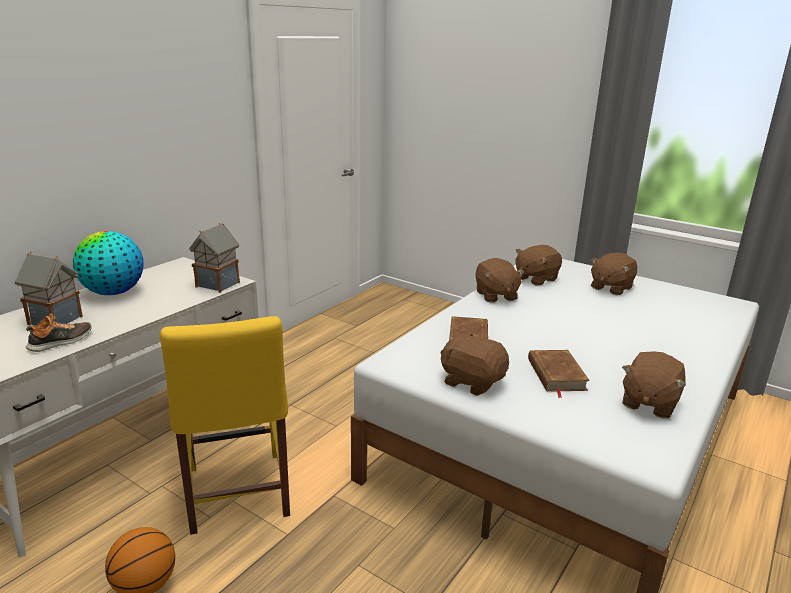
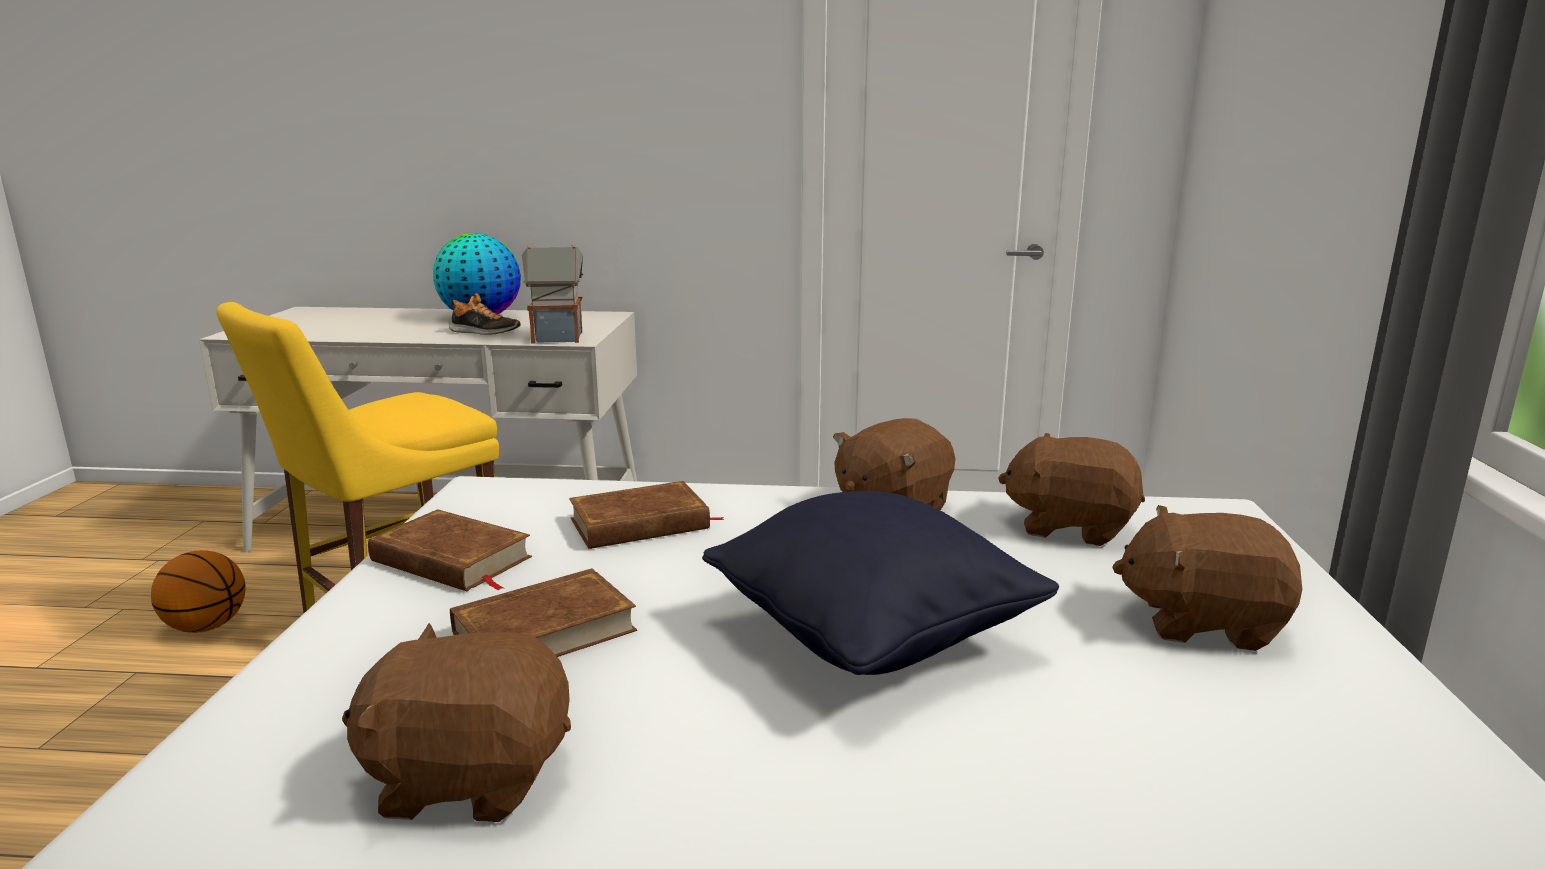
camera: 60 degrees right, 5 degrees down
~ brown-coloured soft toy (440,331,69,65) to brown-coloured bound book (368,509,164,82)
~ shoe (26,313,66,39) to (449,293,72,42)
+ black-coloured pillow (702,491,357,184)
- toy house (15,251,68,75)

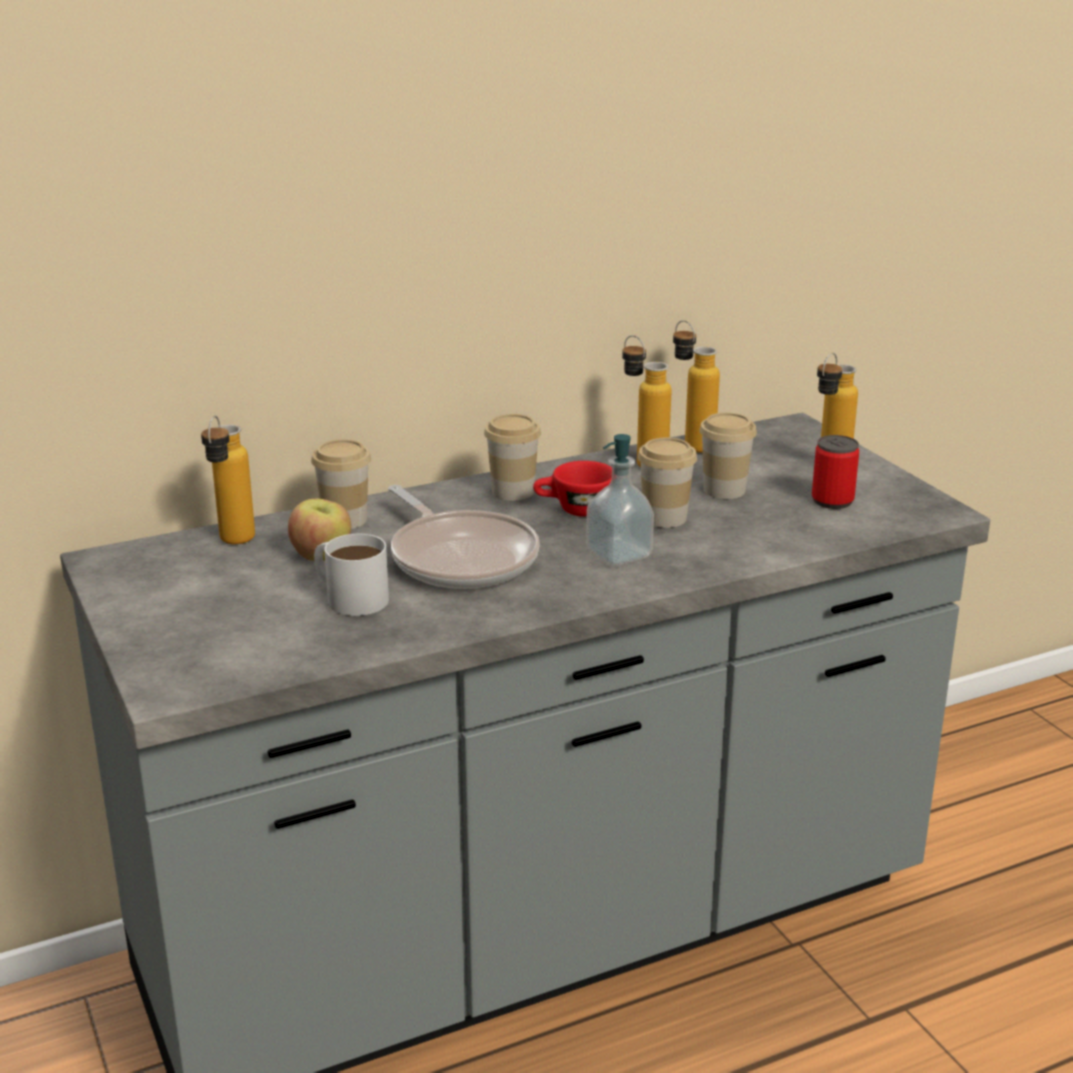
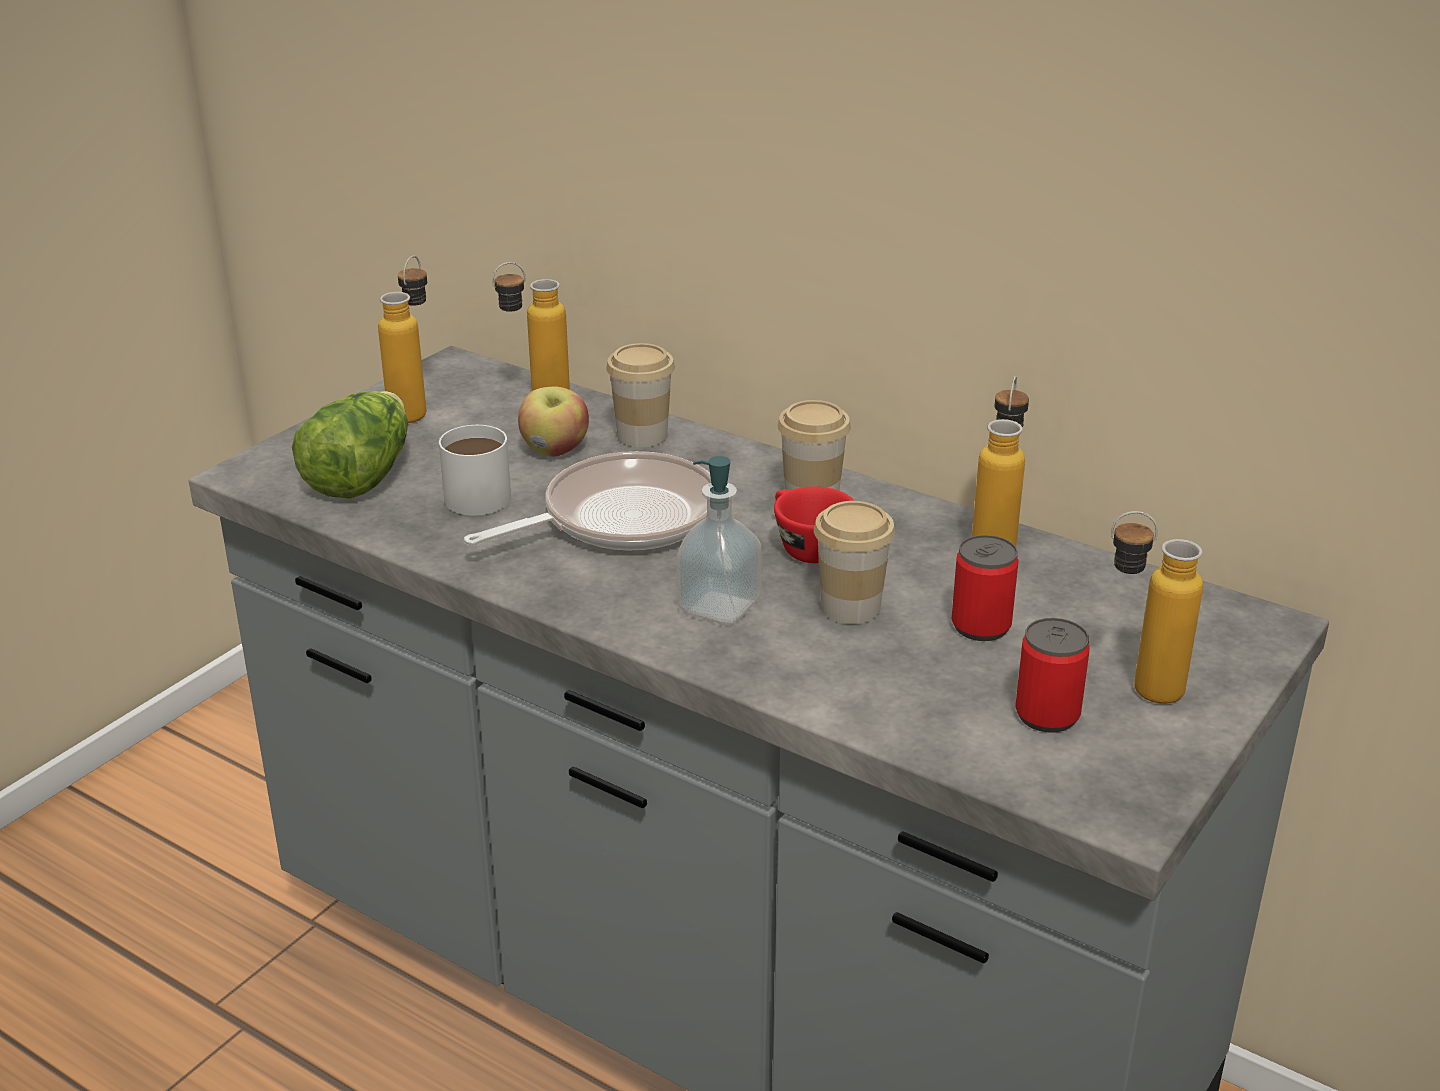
camera: 60 degrees right, 5 degrees up
+ lettuce (292,391,116,108)
~ beverage bottle (673,320,47,133) to (378,256,49,167)
~ frying pan (388,485,152,104) = (464,451,247,99) 150 degrees counterclockwise
~ cup (699,412,58,87) to sealed can (951,535,68,106)

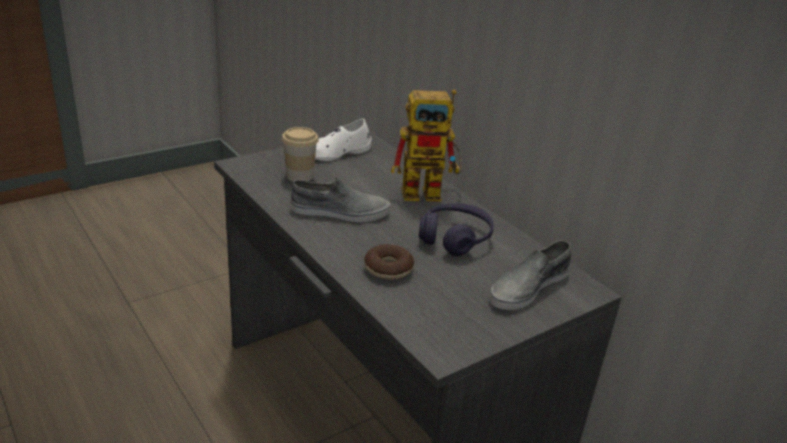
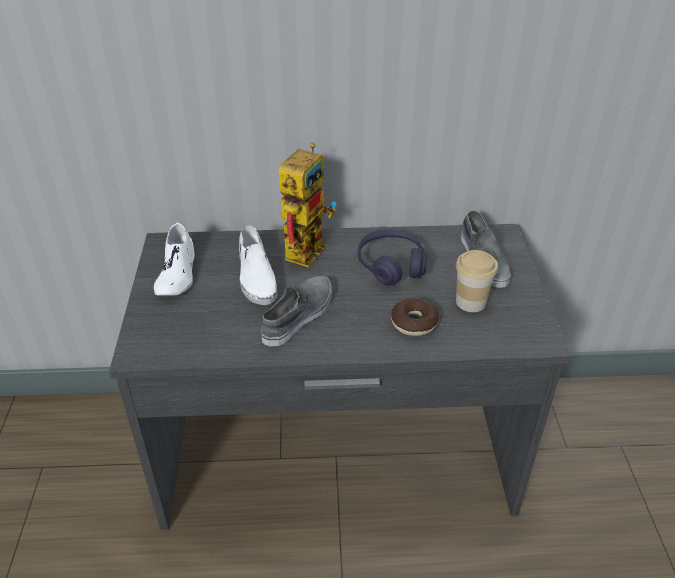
camera: 55 degrees left, 10 degrees up
+ white-coloured shoe (239,225,38,80)
~ cup (282,127,37,55) to (456,250,42,62)

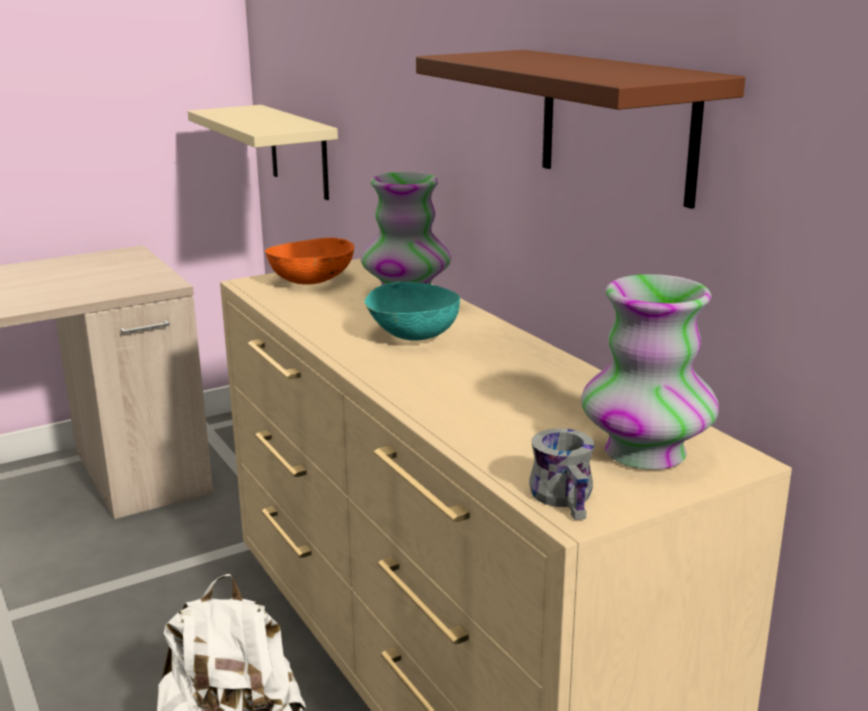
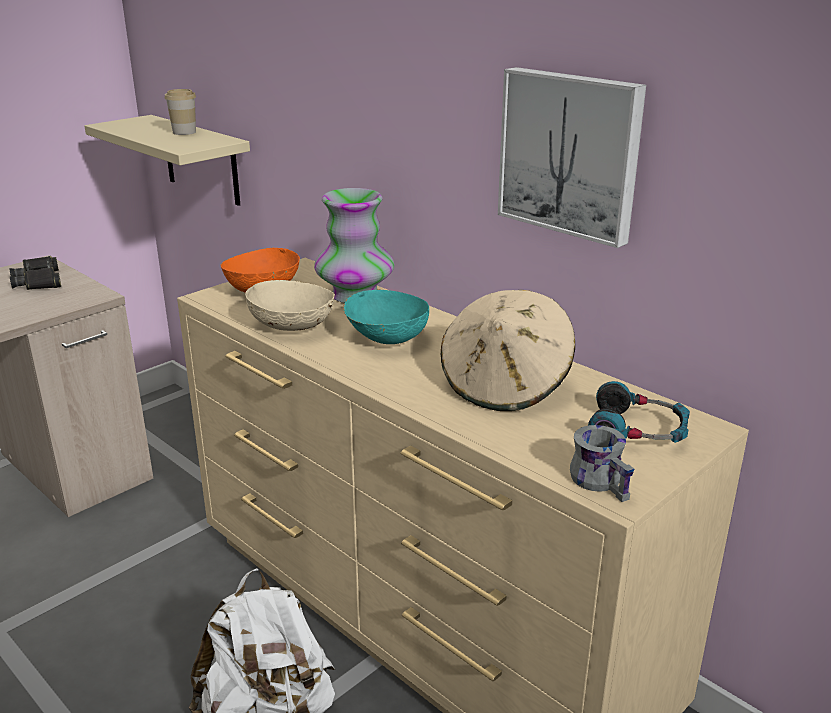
camera: 15 degrees left, 5 degrees up
+ black-coloured binoculars (10,256,51,34)
+ cup (165,89,31,46)
+ sand-coloured deep dish (245,280,90,51)
+ sand-coloured hat (441,290,134,121)
~ brown-coloured shelf (416,50,329,159) to wall art (498,67,148,181)
~ flower vase (581,274,138,196) to pair of headphones (588,381,102,62)

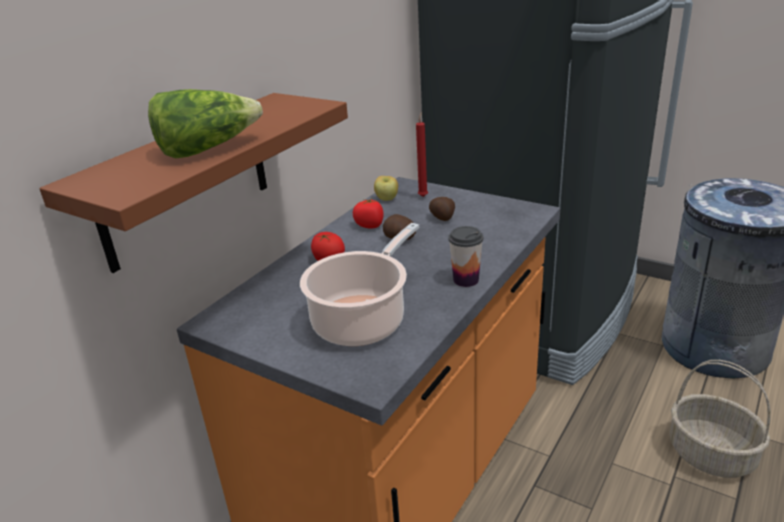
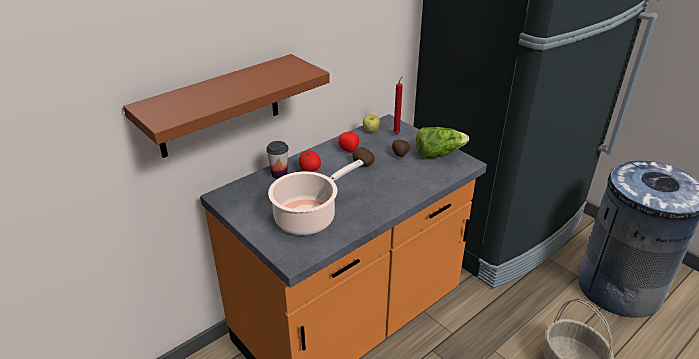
camera: 15 degrees right, 5 degrees up
~ cup (448,226,36,61) to (266,141,22,38)
~ lettuce (148,89,115,69) to (416,127,53,31)

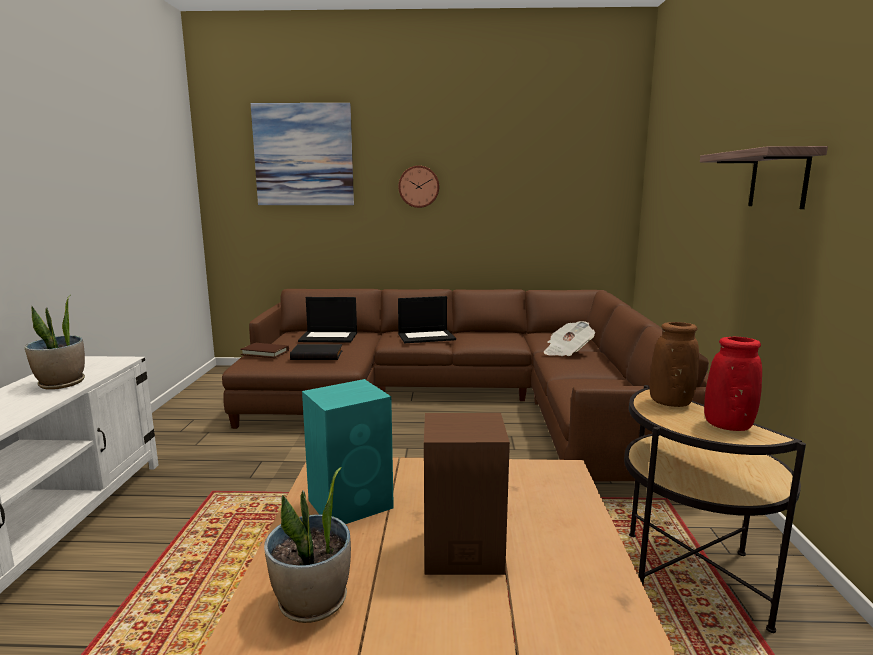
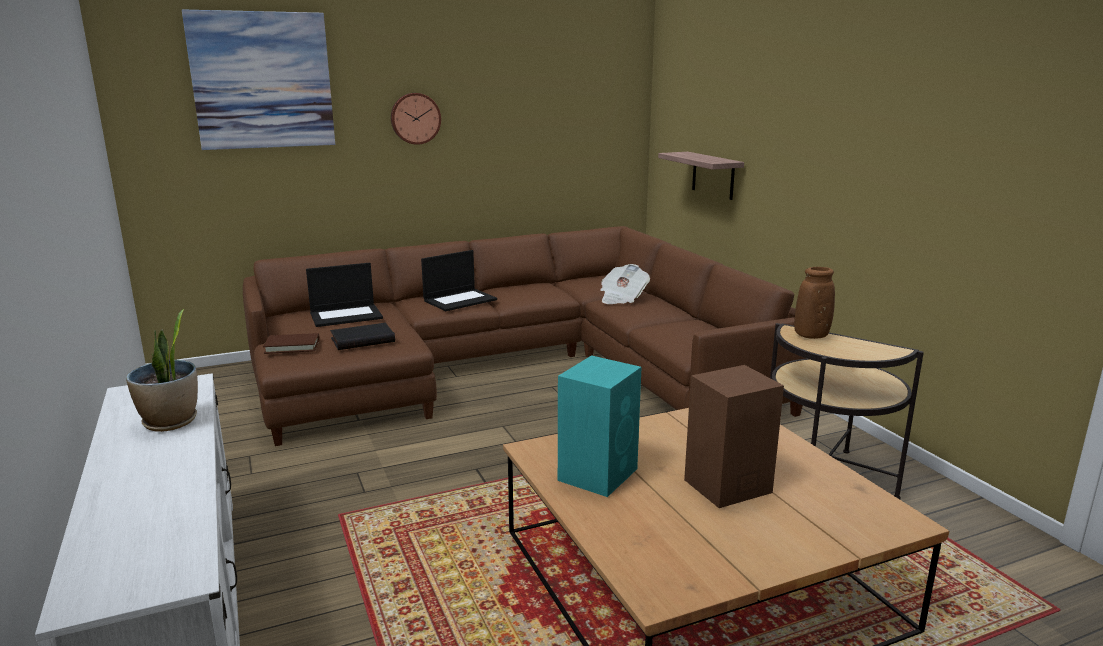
camera: 25 degrees left, 5 degrees up
~ shelf (700,146,128,63) to (658,152,86,48)
- houseplant (264,467,87,156)
- reddish flower vase (704,337,58,94)

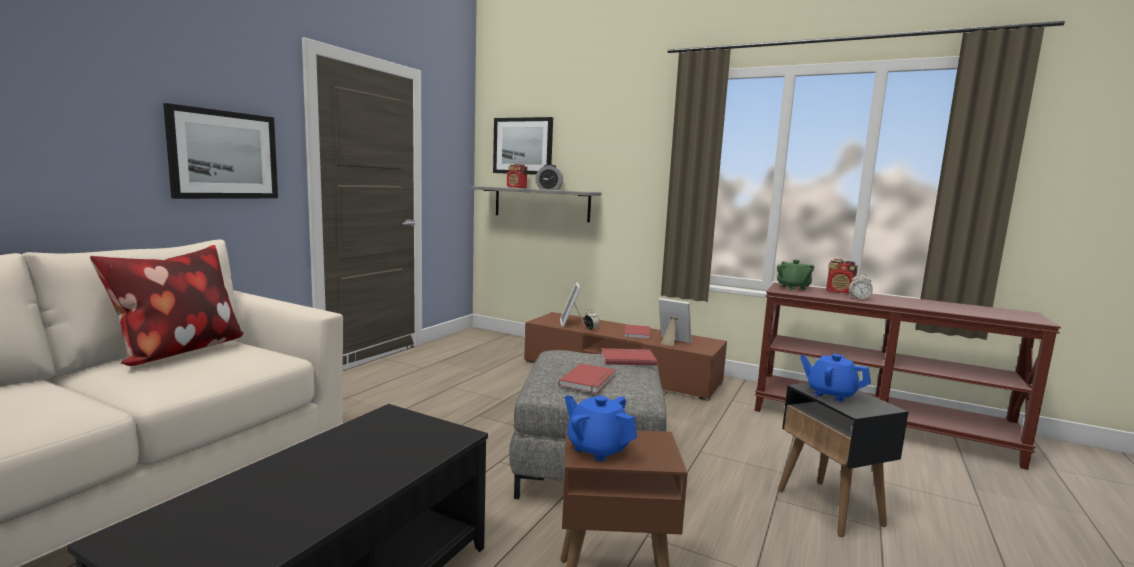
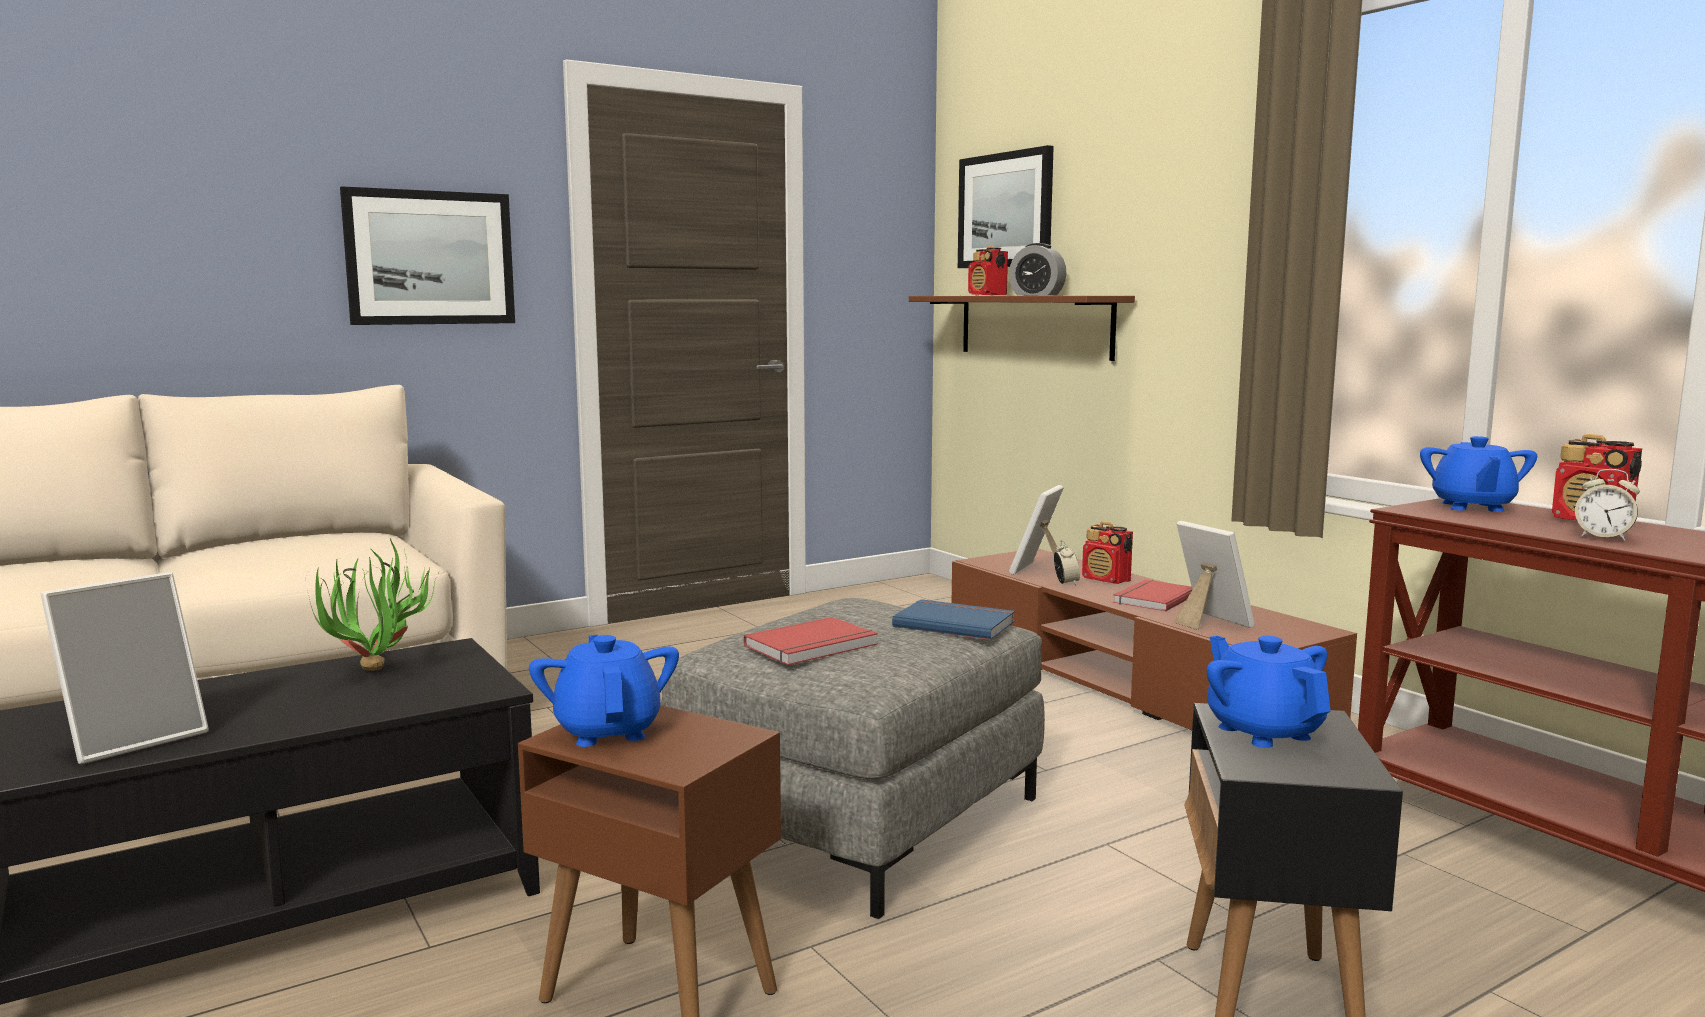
camera: 30 degrees right, 0 degrees up
+ picture frame (41,572,168,192)
+ houseplant (306,538,132,133)
~ reddish bound book (601,348,56,18) to blue-coloured bound book (892,599,123,41)
~ greyish shelf (471,186,131,36) to brown-coloured shelf (909,296,226,65)
+ radio set (1082,521,51,63)
~ green-coloured teapot (777,260,37,30) to blue-coloured teapot (1420,436,117,76)
- pillow (90,245,153,121)

